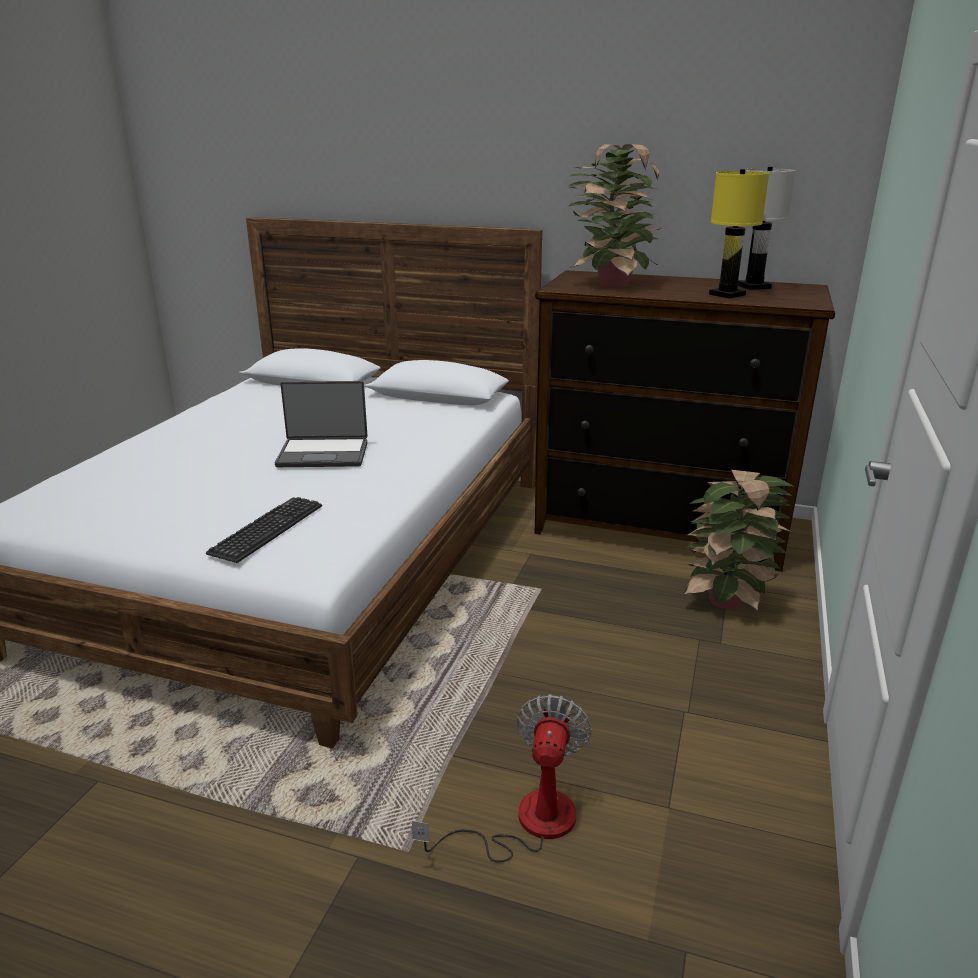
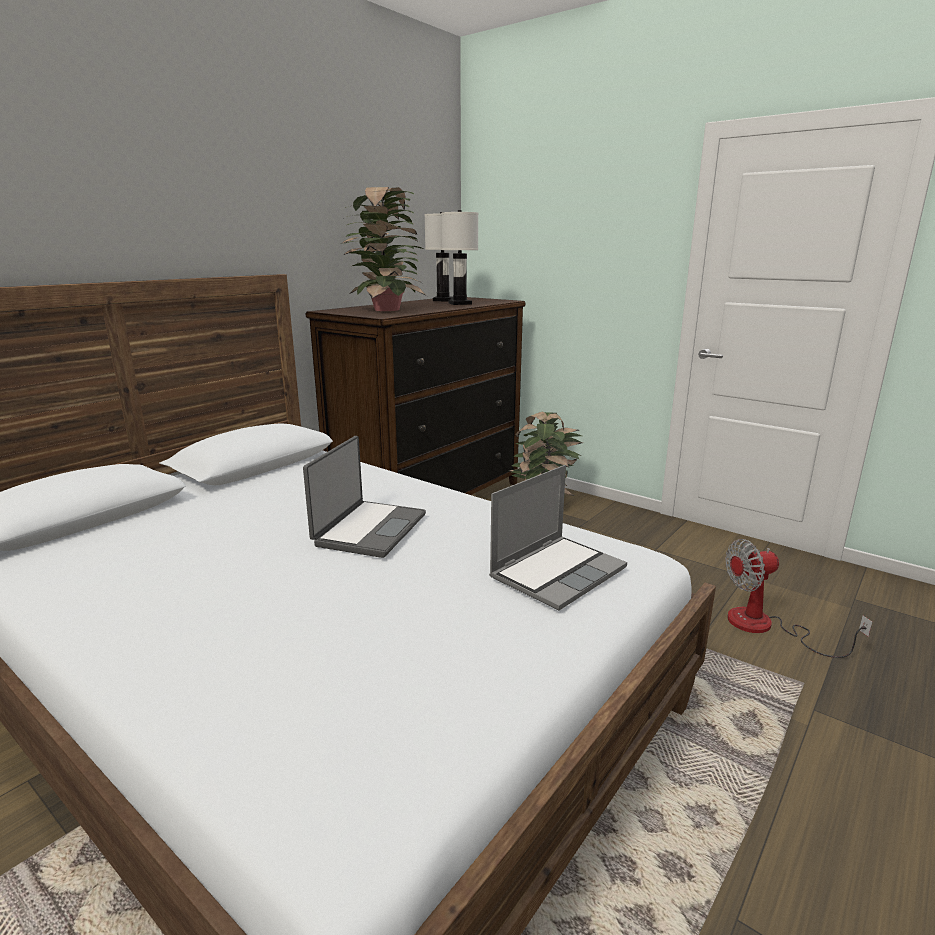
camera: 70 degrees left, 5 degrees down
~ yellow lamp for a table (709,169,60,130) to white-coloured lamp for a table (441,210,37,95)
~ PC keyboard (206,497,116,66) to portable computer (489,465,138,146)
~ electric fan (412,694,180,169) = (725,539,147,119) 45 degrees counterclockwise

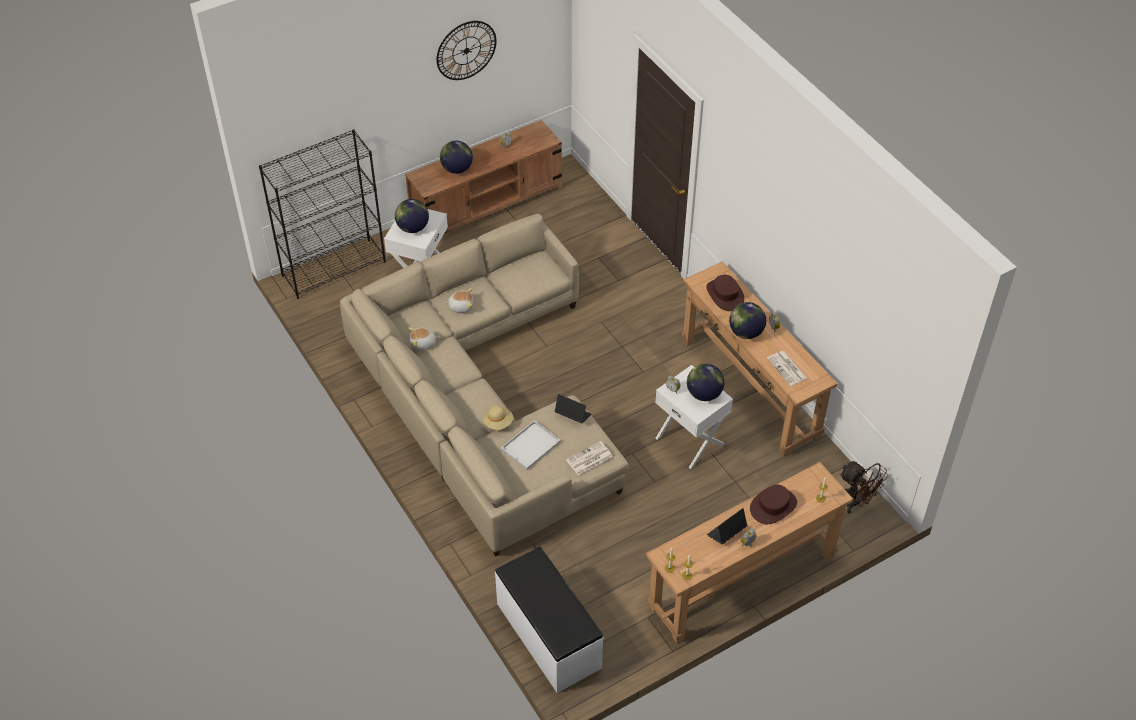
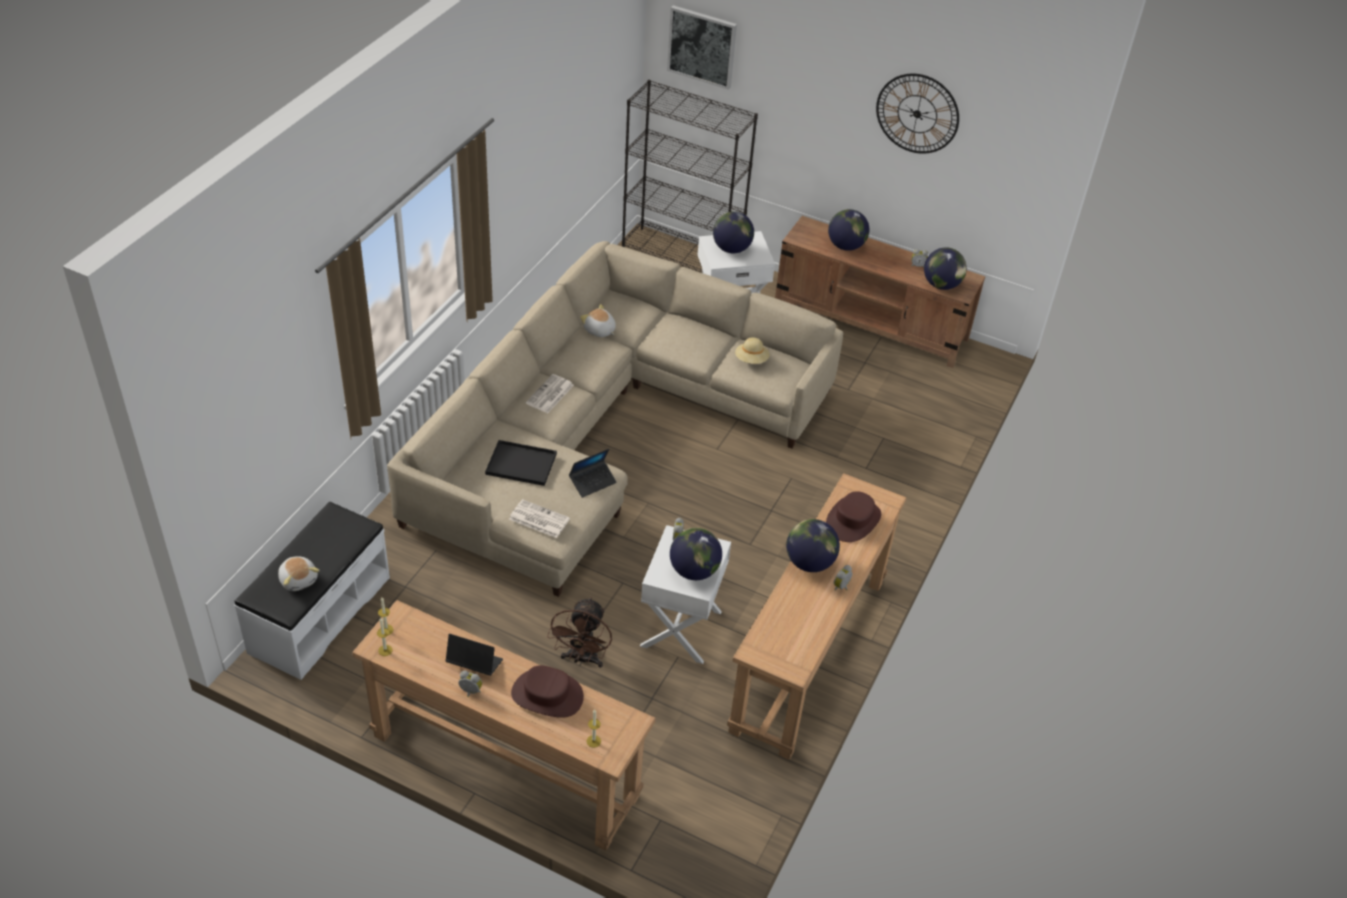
camera: 55 degrees right, 5 degrees down
~ soft toy (445,288,28,25) to (278,556,42,35)
~ white-coloured serving tray (501,420,60,50) to black-coloured serving tray (485,440,72,46)
~ printed paper (767,351,40,35) to (526,374,48,39)
~ brown-coloured electric fan (839,461,49,52) to (547,597,65,71)
~ portable computer (555,394,36,30) = (569,449,48,49) 60 degrees clockwise
+ wall art (667,5,70,85)
~ sand-coloured hat (483,405,30,25) to (735,337,35,27)
+ world globe (924,248,43,42)

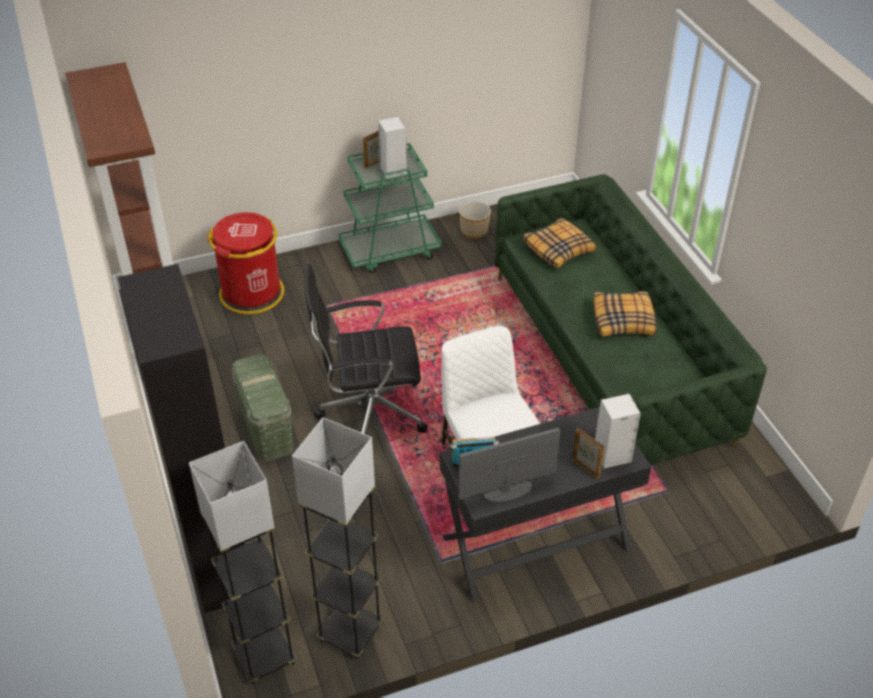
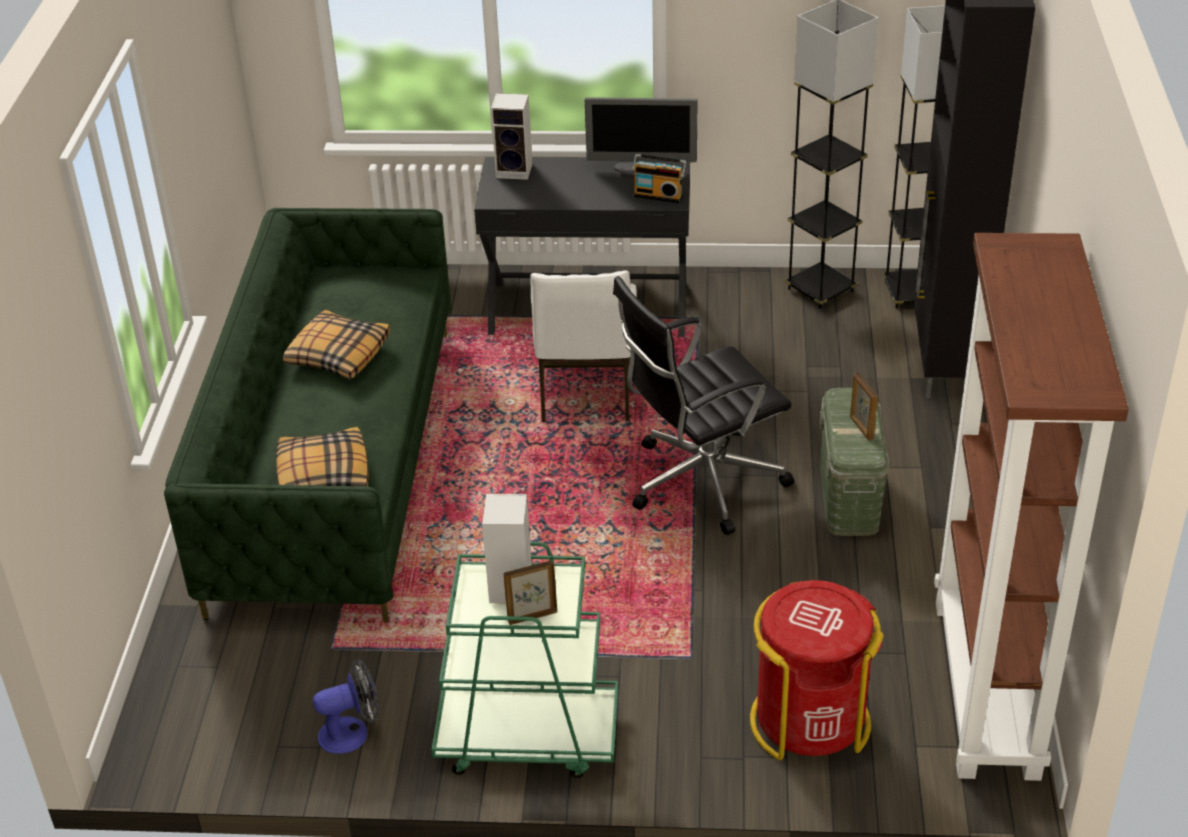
camera: 155 degrees left, 5 degrees down
~ plant pot (459,201,32,38) to electric fan (313,659,66,95)
~ black-coloured office chair (305,264,123,170) = (613,276,181,259) 135 degrees clockwise
~ picture frame (572,428,33,51) to (850,372,28,69)

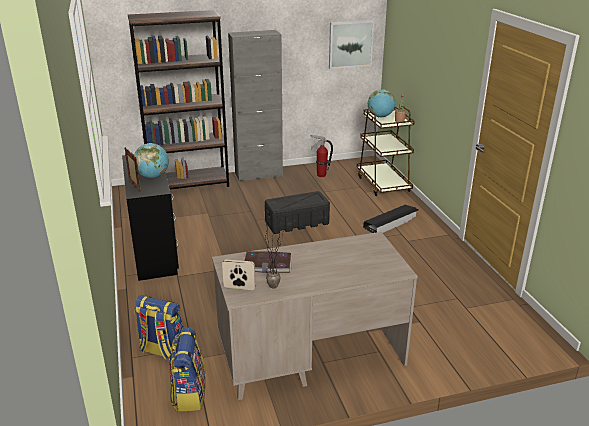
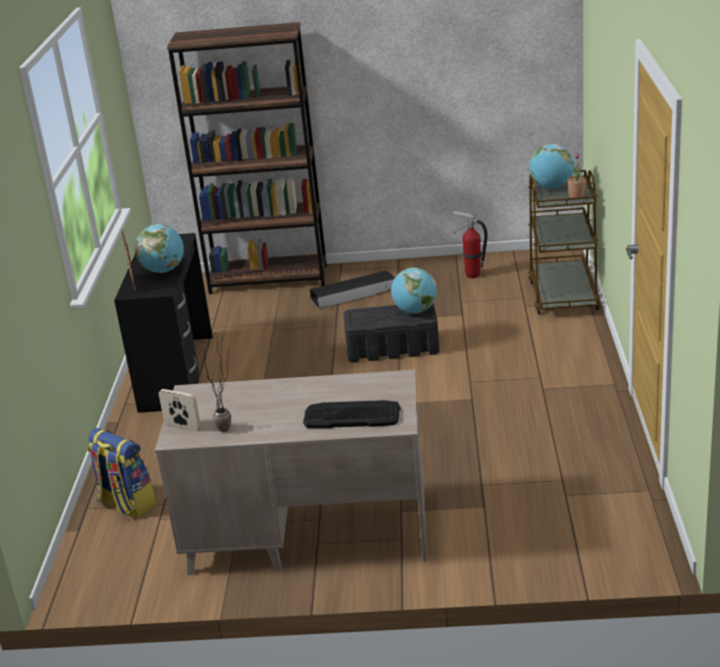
camera: 20 degrees right, 0 degrees up
+ PC keyboard (303,400,98,28)
~ black-coloured storage container (363,205,55,28) to (310,271,85,38)
+ world globe (391,268,46,46)
- backpack (169,328,37,83)
- greyish storage cabinet (228,30,55,152)
- bound book (245,251,47,22)
- wall art (329,20,45,49)

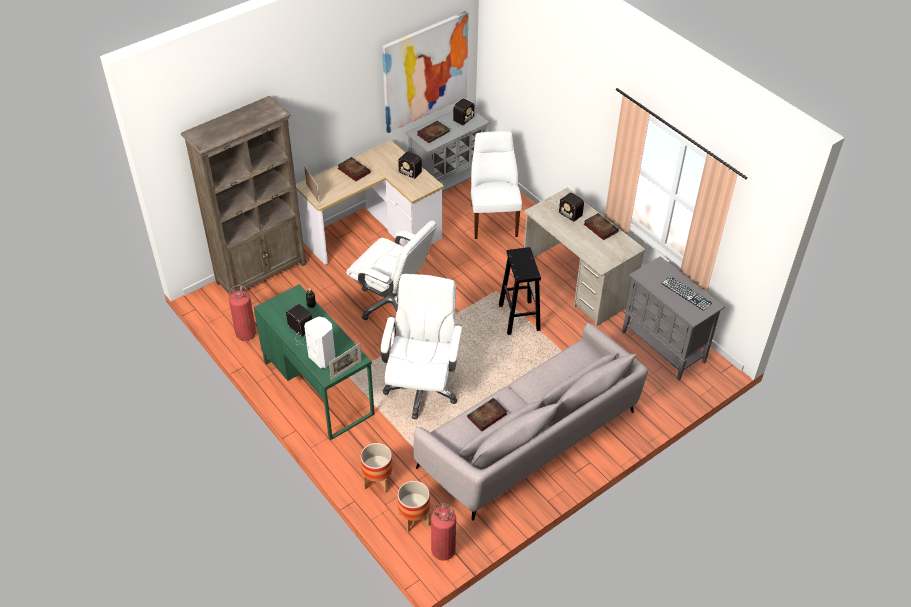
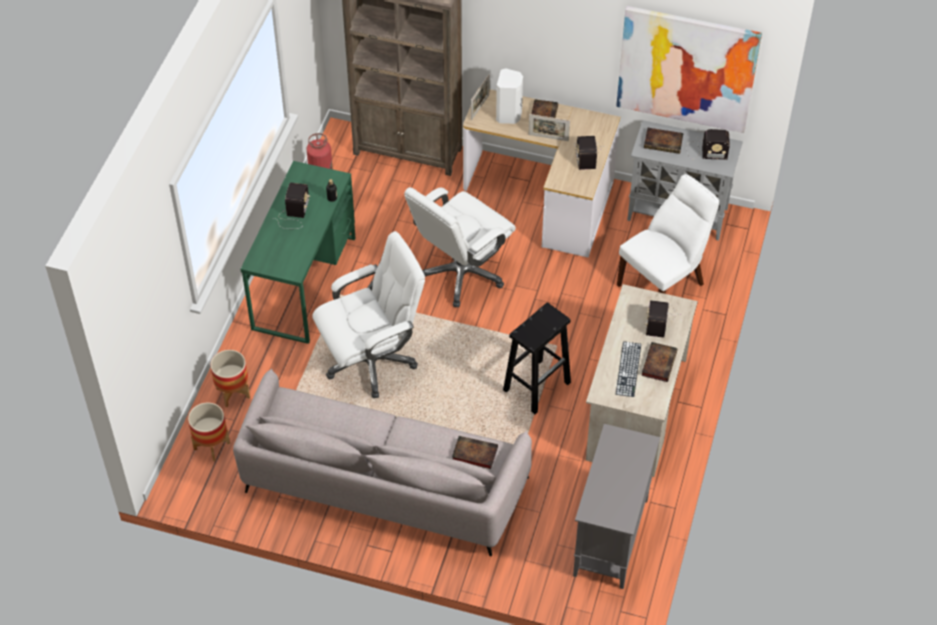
camera: 55 degrees right, 5 degrees up
~ white-coloured office chair (346,220,91,100) = (404,187,112,120) 45 degrees clockwise
~ bound book (467,398,41,34) to (452,436,46,33)
~ white-coloured audio speaker (304,317,31,51) to (496,68,27,56)
~ picture frame (329,343,33,37) to (529,114,41,27)
~ PC keyboard (661,276,51,35) to (616,341,25,56)
- extinguisher (431,503,25,58)

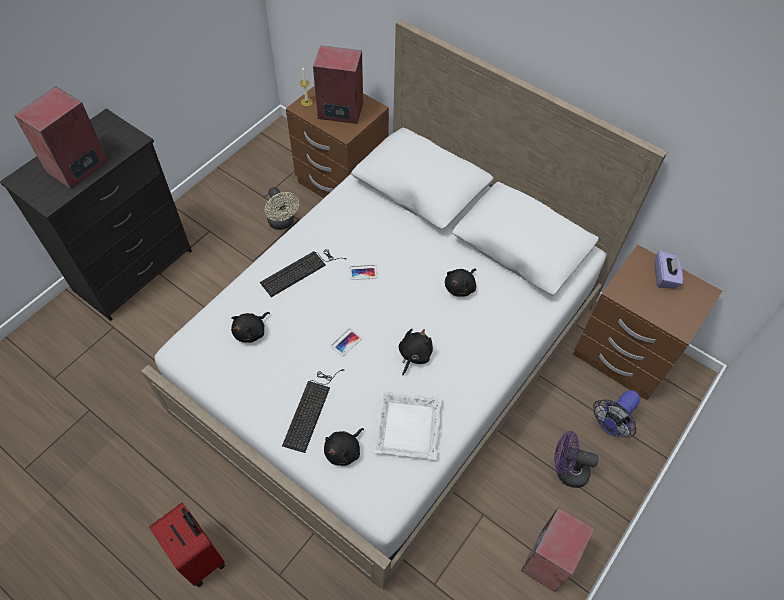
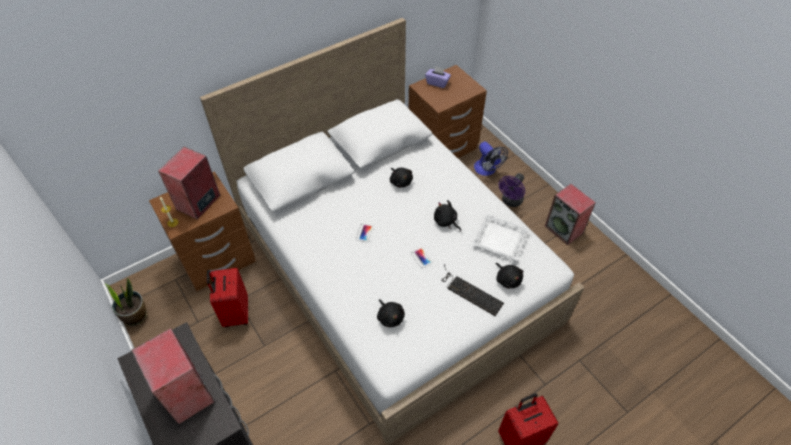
camera: 70 degrees left, 5 degrees down
+ houseplant (104,278,43,49)
~ sand-coloured electric fan (265,187,34,43) to reddish suitcase (207,268,41,60)
- PC keyboard (260,249,87,48)

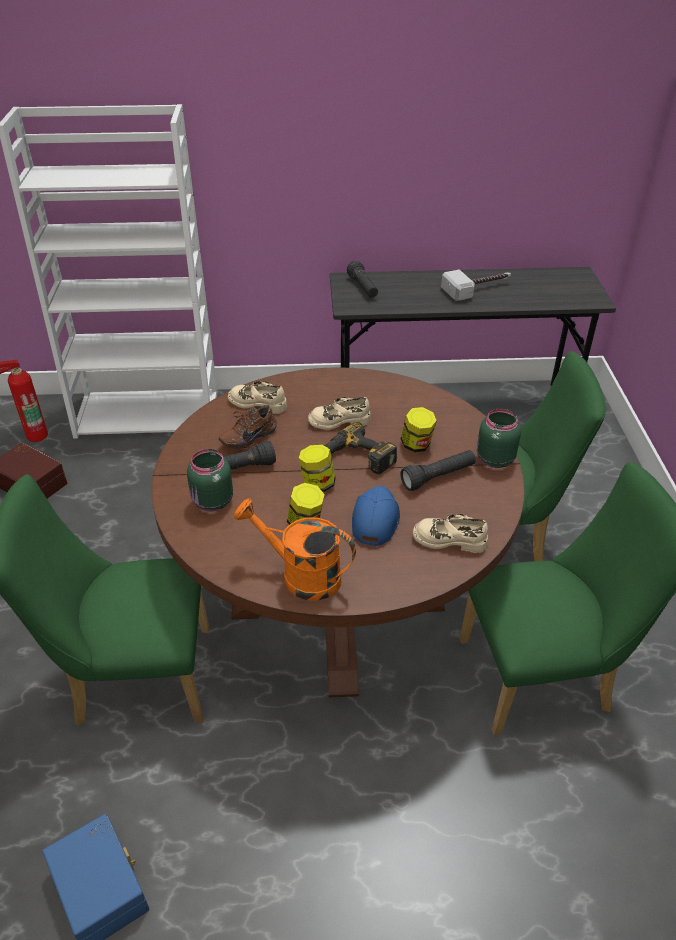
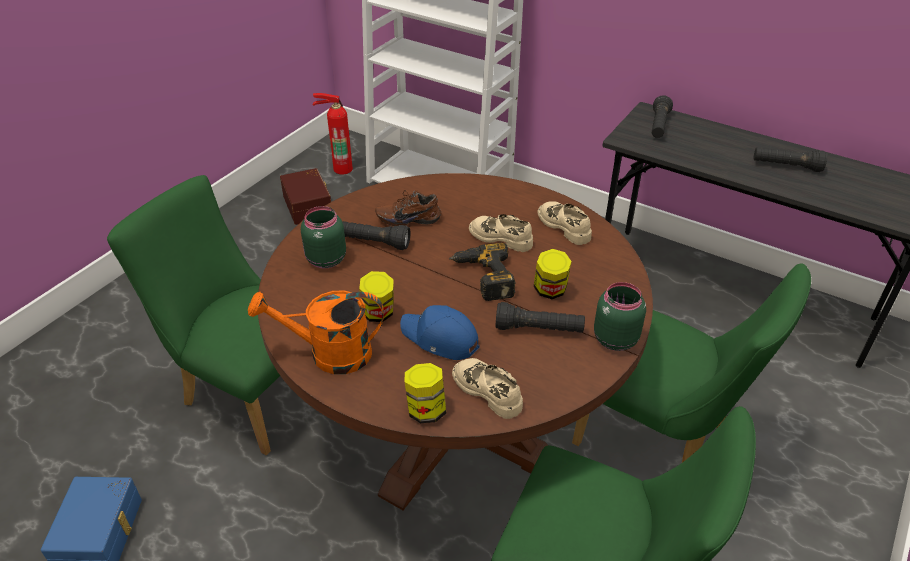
camera: 35 degrees right, 0 degrees up
~ orange watering can (234,499,122,102) = (248,290,136,84) 60 degrees counterclockwise
~ blue-coloured baseball cap (352,486,48,60) = (400,305,80,55) 105 degrees counterclockwise
~ jar (299,445,37,47) to (405,363,41,60)
~ sand-coloured shoe (228,381,59,33) to (537,201,55,44)
~ tool hammer (441,269,70,32) to black-coloured hand torch (754,147,73,25)

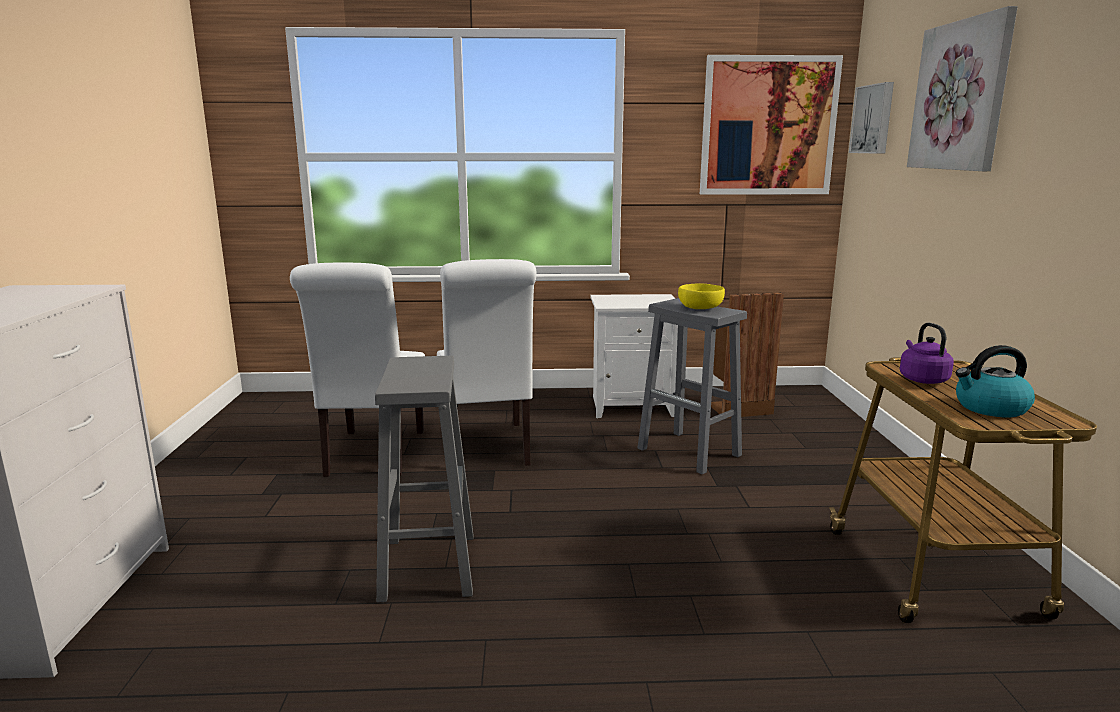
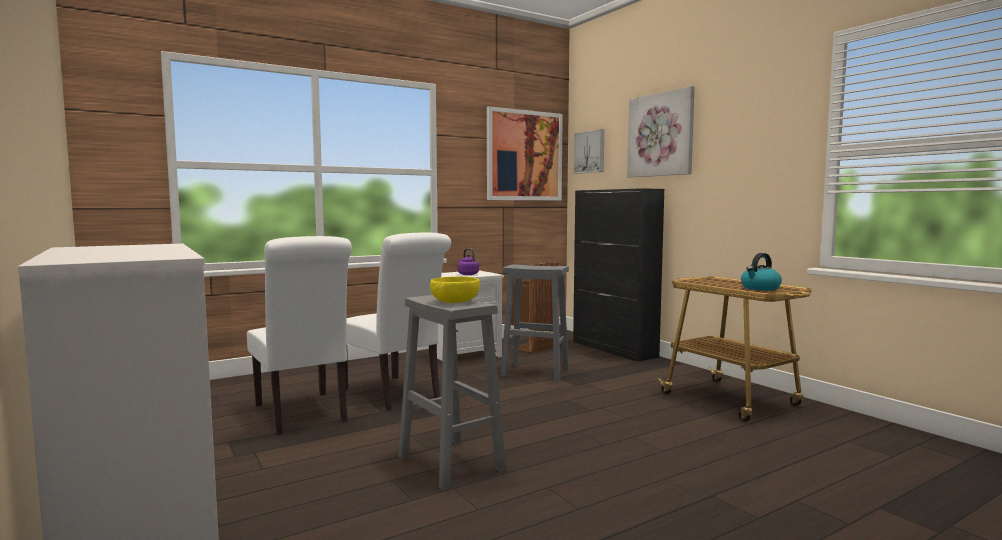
camera: 30 degrees left, 10 degrees down
~ yellow deep dish (678,283,47,26) to (430,277,50,26)
~ purplish tea kettle (900,323,54,61) to (458,248,21,27)
+ black-coloured storage cabinet (573,188,91,174)

